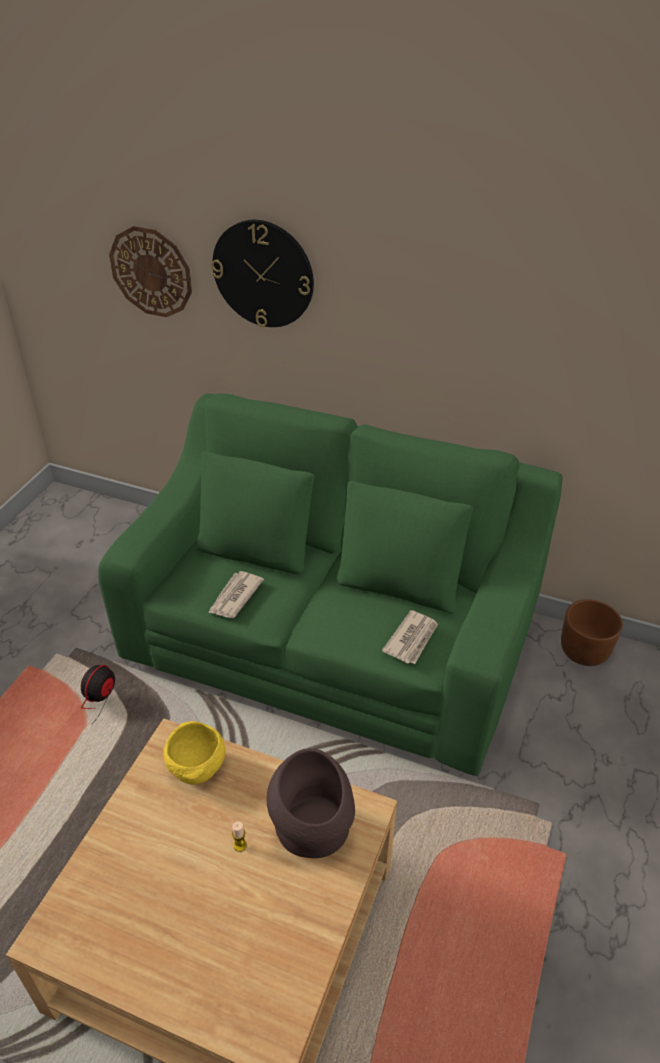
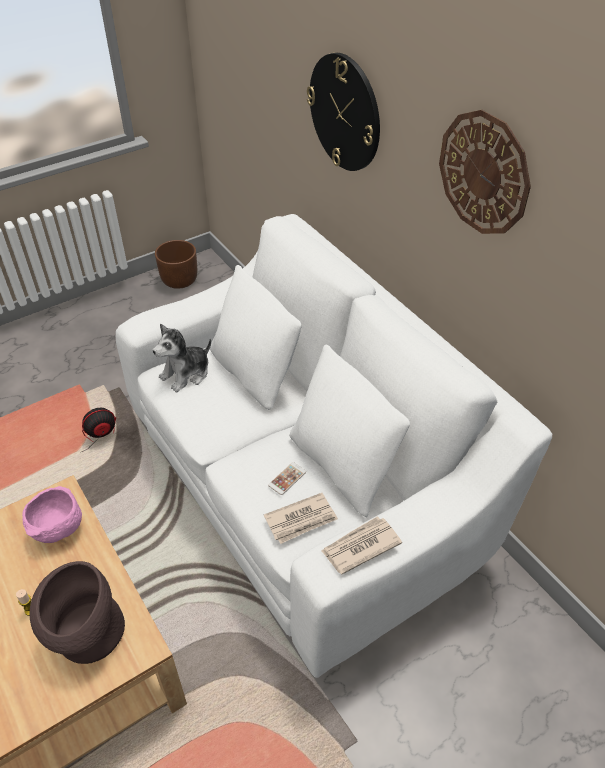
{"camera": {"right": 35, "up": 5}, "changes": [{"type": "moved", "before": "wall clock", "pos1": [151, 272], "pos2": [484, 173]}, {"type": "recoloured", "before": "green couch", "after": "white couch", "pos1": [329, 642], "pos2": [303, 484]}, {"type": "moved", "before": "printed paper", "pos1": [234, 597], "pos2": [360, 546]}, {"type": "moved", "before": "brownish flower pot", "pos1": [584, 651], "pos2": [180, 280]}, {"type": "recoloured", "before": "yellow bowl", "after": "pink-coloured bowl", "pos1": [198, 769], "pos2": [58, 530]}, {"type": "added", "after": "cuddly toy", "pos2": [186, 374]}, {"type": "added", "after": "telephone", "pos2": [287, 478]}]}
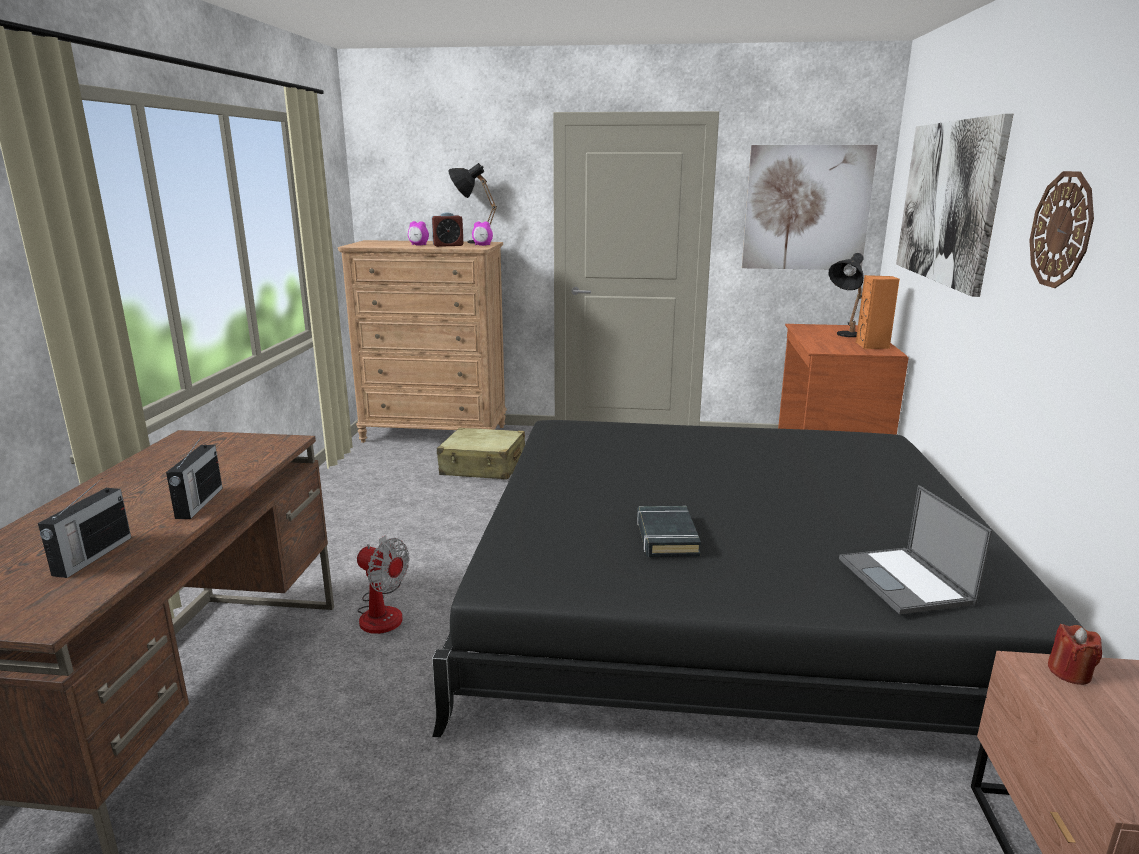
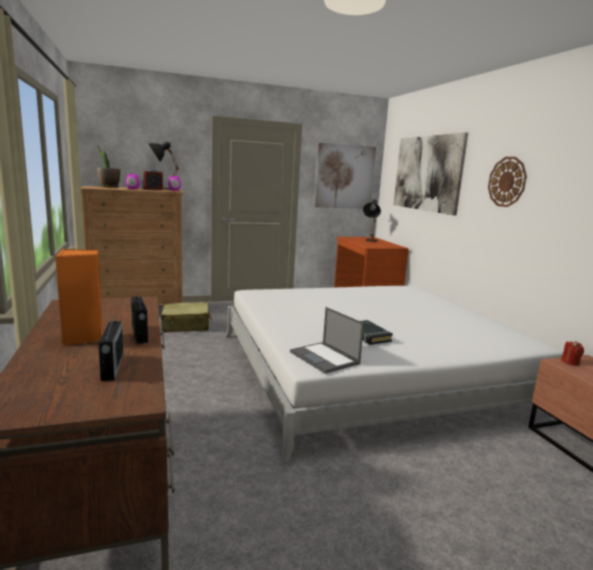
{"camera": {"right": -25, "up": -5}, "changes": [{"type": "moved", "before": "orange loudspeaker", "pos1": [872, 346], "pos2": [83, 338]}, {"type": "recoloured", "before": "blackish bedroom bed", "after": "white bedroom bed", "pos1": [724, 594], "pos2": [369, 370]}, {"type": "moved", "before": "notebook computer", "pos1": [906, 581], "pos2": [325, 358]}, {"type": "removed", "before": "electric fan", "pos1": [382, 611]}, {"type": "added", "after": "plant in a pot", "pos2": [109, 187]}]}
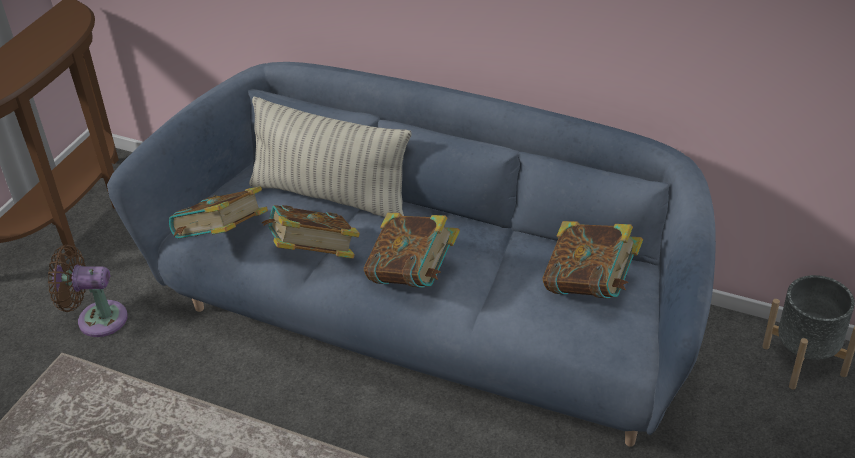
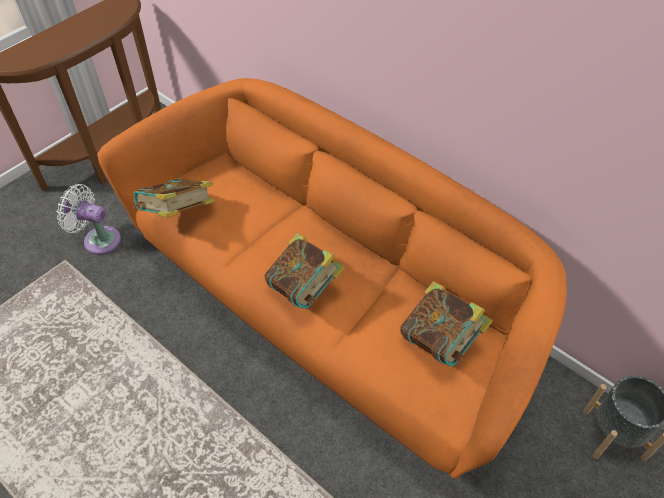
{"camera": {"right": 15, "up": 10}, "changes": [{"type": "recoloured", "before": "blue-coloured couch", "after": "orange couch", "pos1": [431, 319], "pos2": [330, 308]}, {"type": "removed", "before": "cushion", "pos1": [331, 197]}, {"type": "removed", "before": "bound book", "pos1": [314, 256]}, {"type": "recoloured", "before": "brownish electric fan", "after": "white electric fan", "pos1": [97, 319], "pos2": [98, 239]}]}
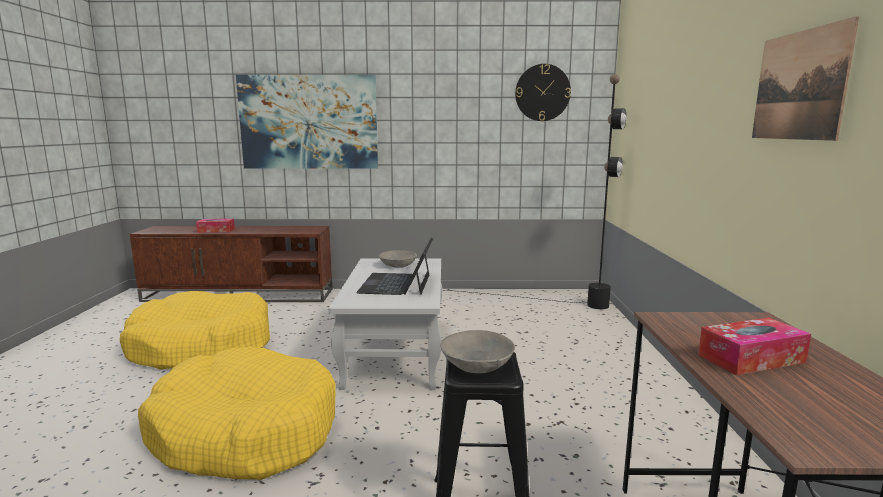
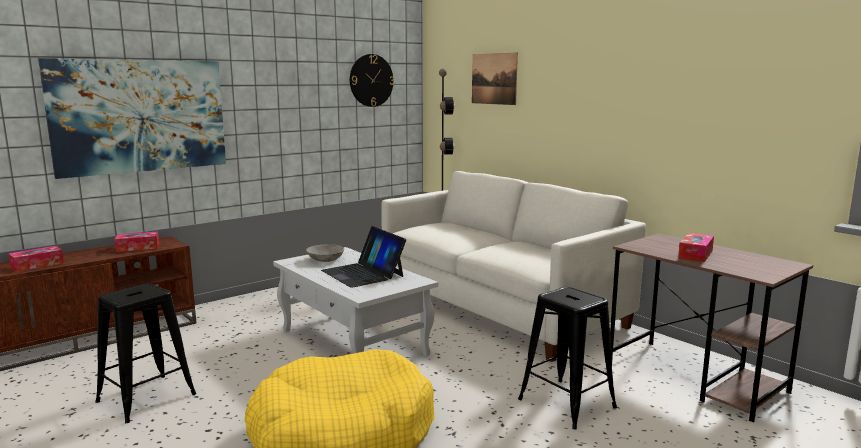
{"camera": {"right": -40, "up": 0}, "changes": [{"type": "moved", "before": "wall art", "pos1": [799, 85], "pos2": [494, 79]}, {"type": "replaced", "before": "yellow dog bed", "after": "blackish stool", "pos1": [202, 347], "pos2": [145, 398]}, {"type": "removed", "before": "grey bowl", "pos1": [476, 365]}, {"type": "added", "after": "white couch", "pos2": [499, 307]}, {"type": "added", "after": "box of tissues", "pos2": [138, 247]}]}
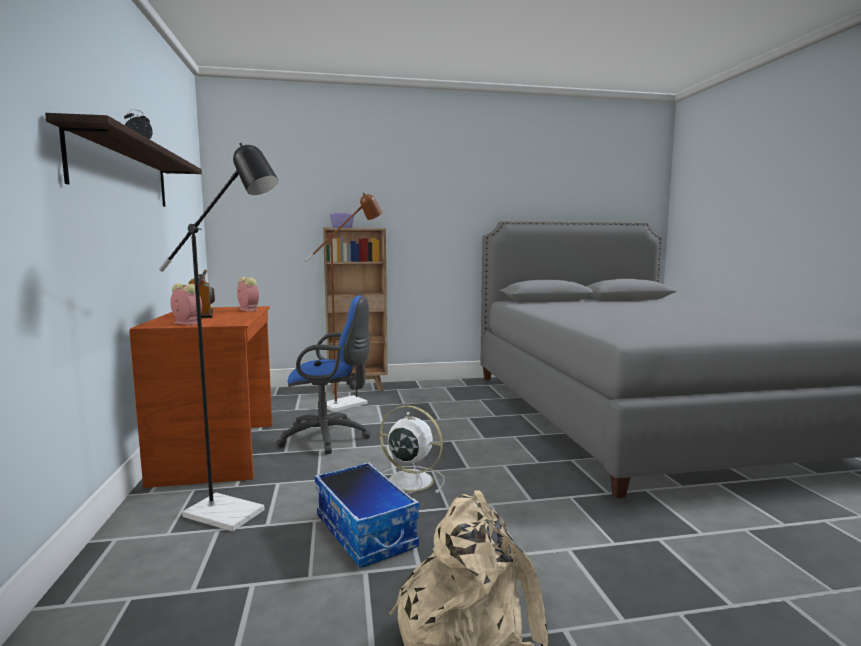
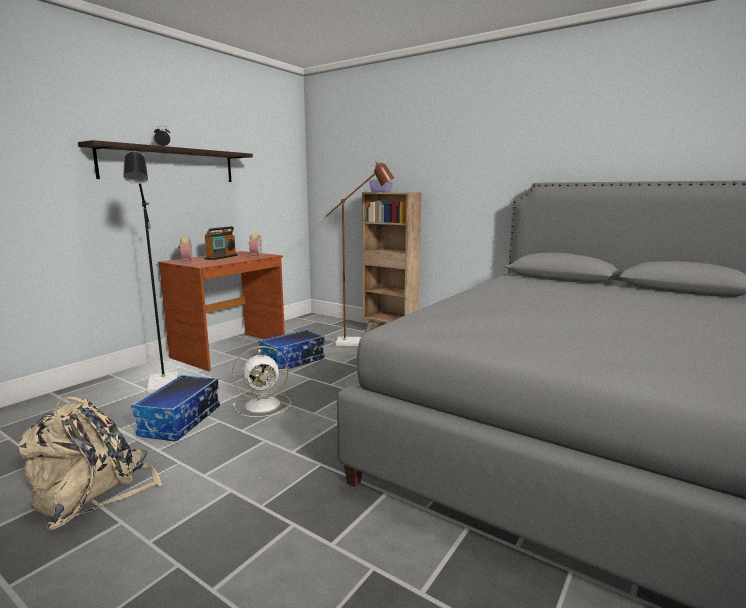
{"camera": {"right": 45, "up": 5}, "changes": [{"type": "replaced", "before": "blue-coloured computer chair", "after": "storage container", "pos1": [329, 437], "pos2": [293, 361]}, {"type": "turned", "before": "white electric fan", "pos1": [408, 480], "pos2": [264, 405], "turn": 90}]}
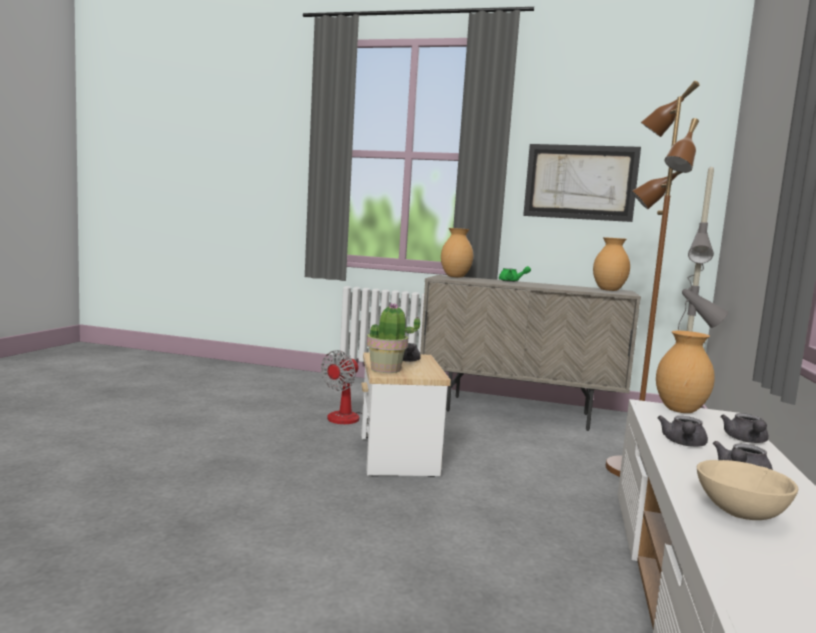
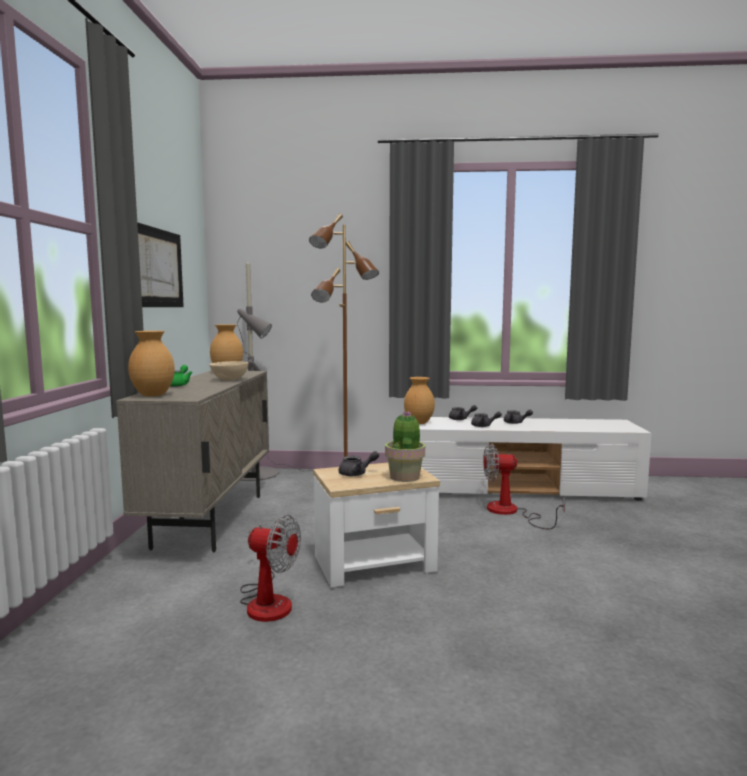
{"camera": {"right": -100, "up": 0}, "changes": [{"type": "moved", "before": "beige-coloured bowl", "pos1": [738, 514], "pos2": [229, 380]}, {"type": "added", "after": "electric fan", "pos2": [511, 512]}]}
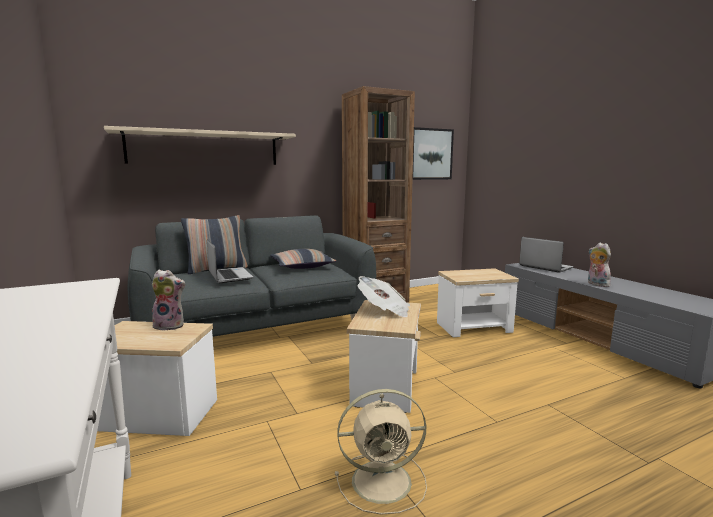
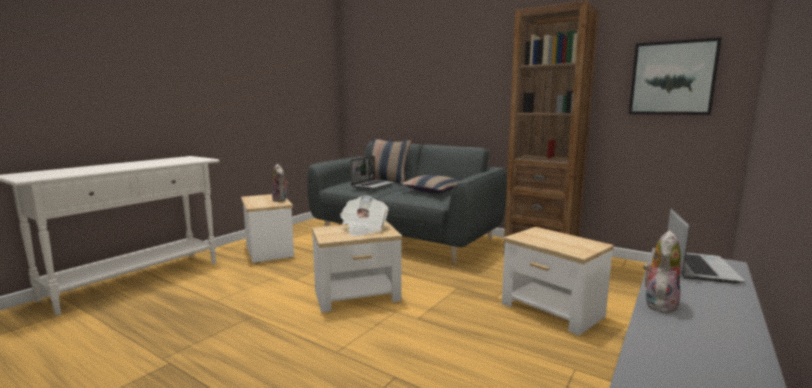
{"camera": {"right": 60, "up": 0}, "changes": [{"type": "removed", "before": "beige-coloured wall shelf", "pos1": [204, 148]}, {"type": "removed", "before": "beige-coloured electric fan", "pos1": [384, 481]}]}
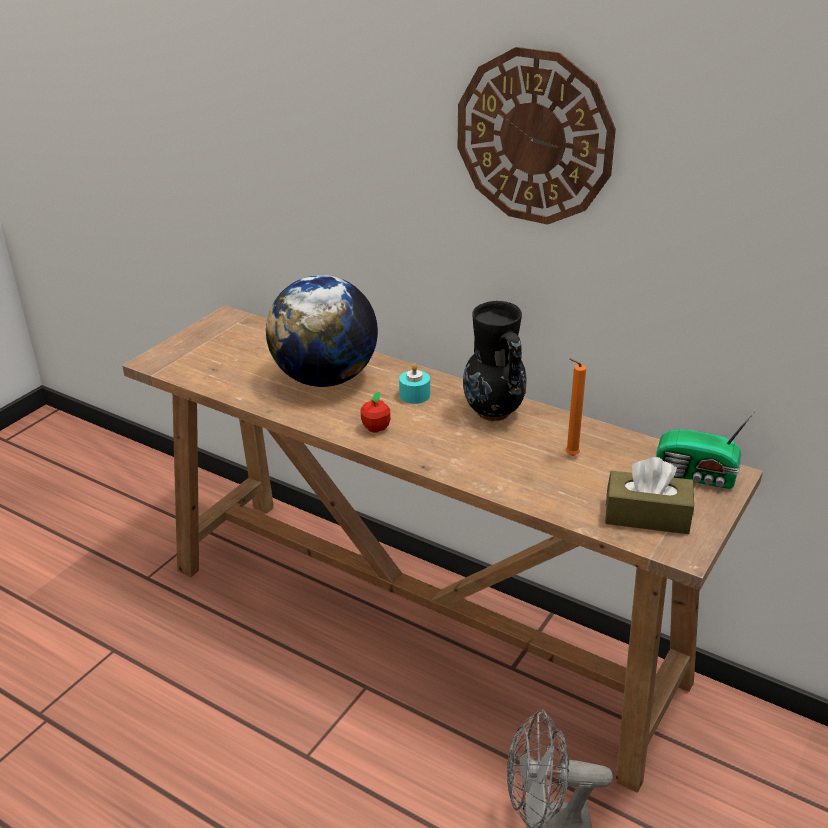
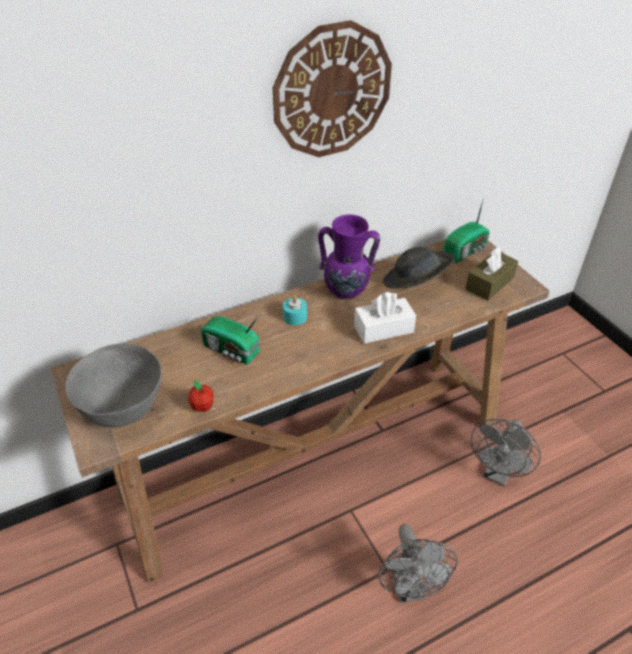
{"camera": {"right": -60, "up": 10}, "changes": [{"type": "replaced", "before": "desk globe", "after": "radio set", "pos1": [325, 379], "pos2": [232, 351]}, {"type": "recoloured", "before": "blackish flower vase", "after": "purple flower vase", "pos1": [493, 413], "pos2": [346, 293]}, {"type": "replaced", "before": "orange wax candle", "after": "grey clothing hat", "pos1": [569, 456], "pos2": [415, 284]}, {"type": "moved", "before": "apple", "pos1": [376, 428], "pos2": [202, 406]}, {"type": "added", "after": "white box of tissues", "pos2": [383, 329]}, {"type": "added", "after": "grey bowl", "pos2": [123, 410]}, {"type": "added", "after": "grey electric fan", "pos2": [409, 588]}]}
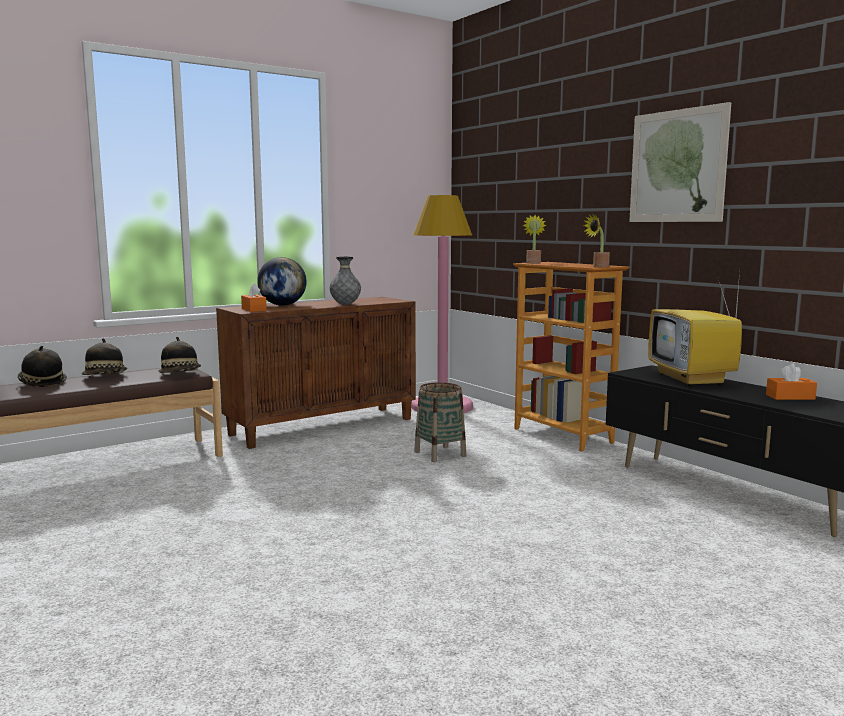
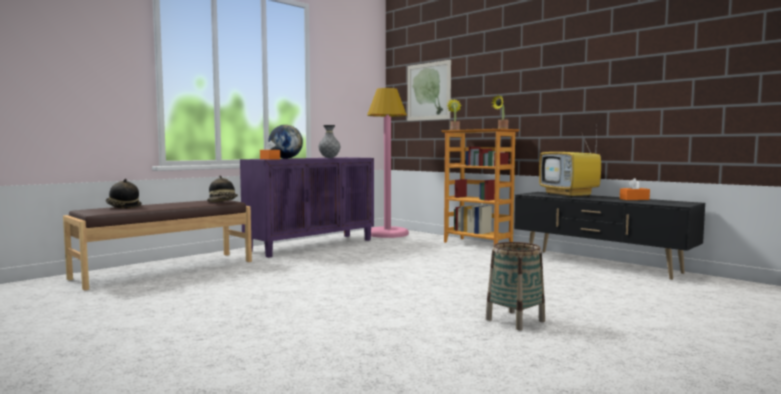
{"camera": {"right": -10, "up": -5}, "changes": [{"type": "moved", "before": "wall art", "pos1": [677, 166], "pos2": [428, 91]}, {"type": "recoloured", "before": "brownish cabinet", "after": "purple cabinet", "pos1": [323, 426], "pos2": [312, 245]}, {"type": "removed", "before": "clothing hat", "pos1": [105, 377]}, {"type": "moved", "before": "storage basket", "pos1": [440, 454], "pos2": [515, 320]}]}
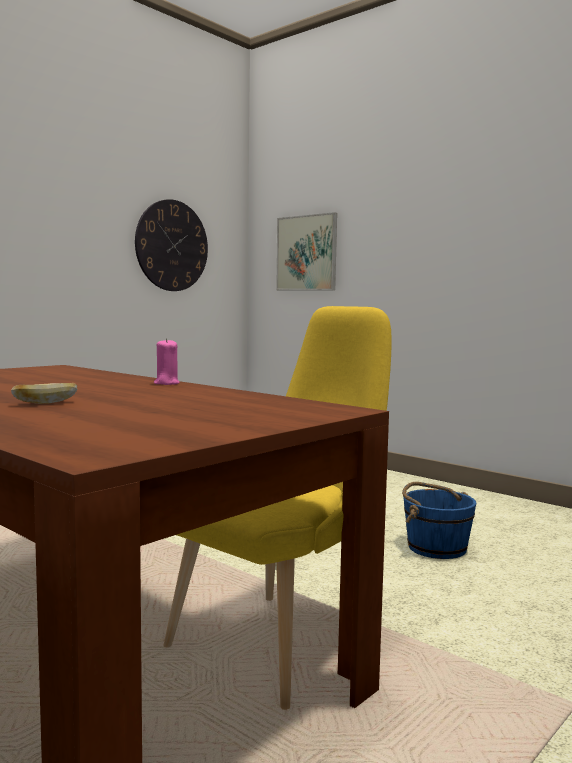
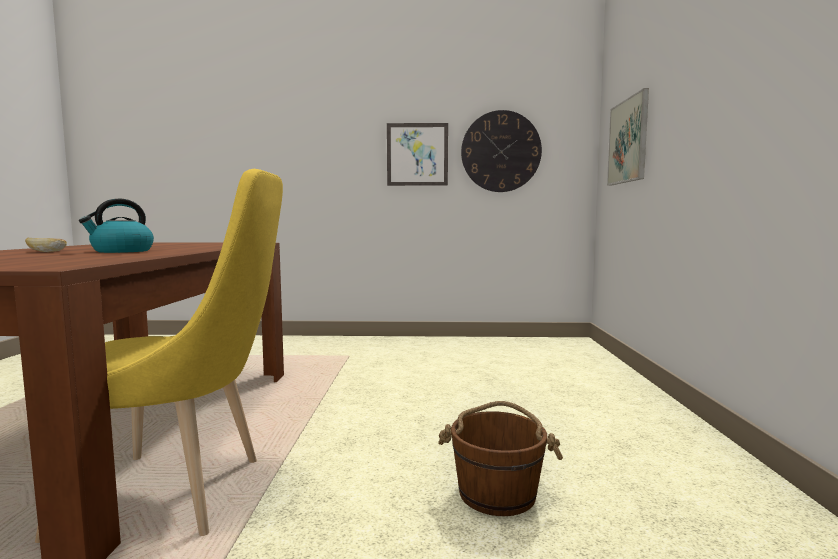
{"camera": {"right": 50, "up": 0}, "changes": [{"type": "removed", "before": "pink-coloured wax candle", "pos1": [166, 383]}, {"type": "recoloured", "before": "blue-coloured water bucket", "after": "brownish water bucket", "pos1": [436, 547], "pos2": [497, 492]}, {"type": "added", "after": "wall art", "pos2": [417, 154]}, {"type": "added", "after": "tea kettle", "pos2": [122, 251]}]}
